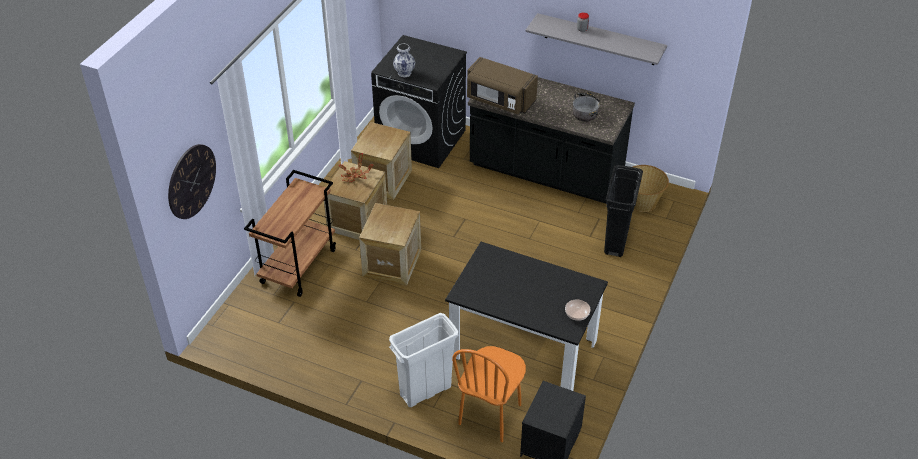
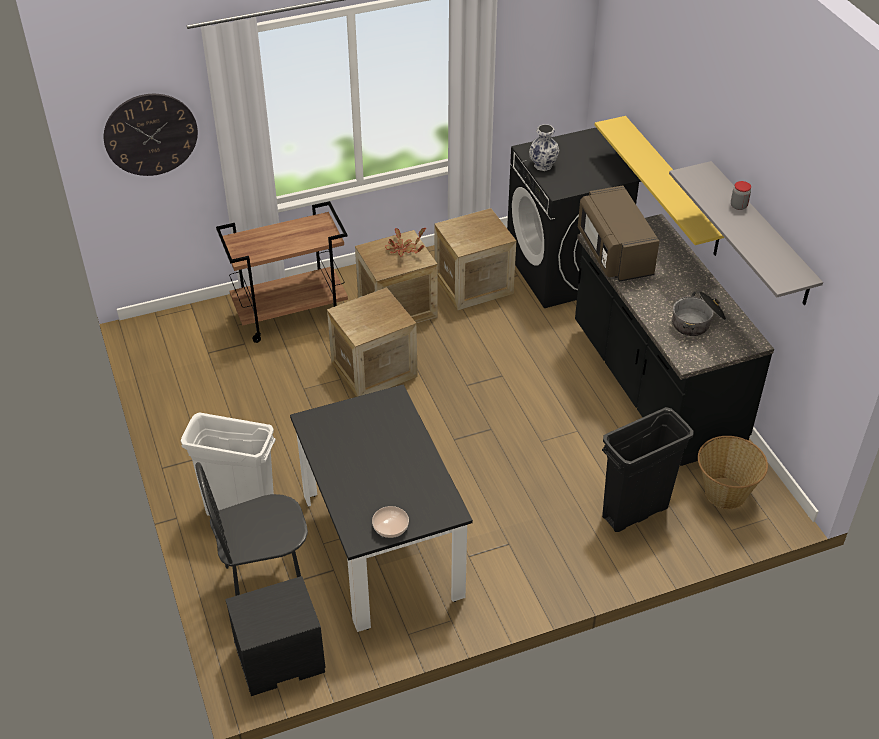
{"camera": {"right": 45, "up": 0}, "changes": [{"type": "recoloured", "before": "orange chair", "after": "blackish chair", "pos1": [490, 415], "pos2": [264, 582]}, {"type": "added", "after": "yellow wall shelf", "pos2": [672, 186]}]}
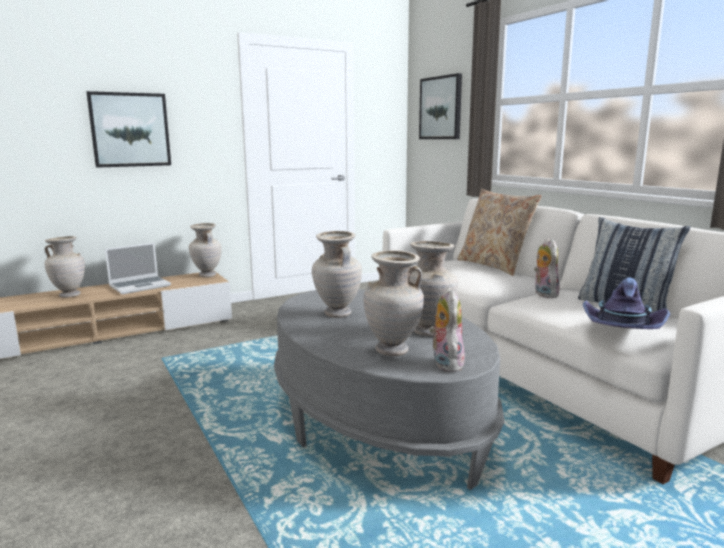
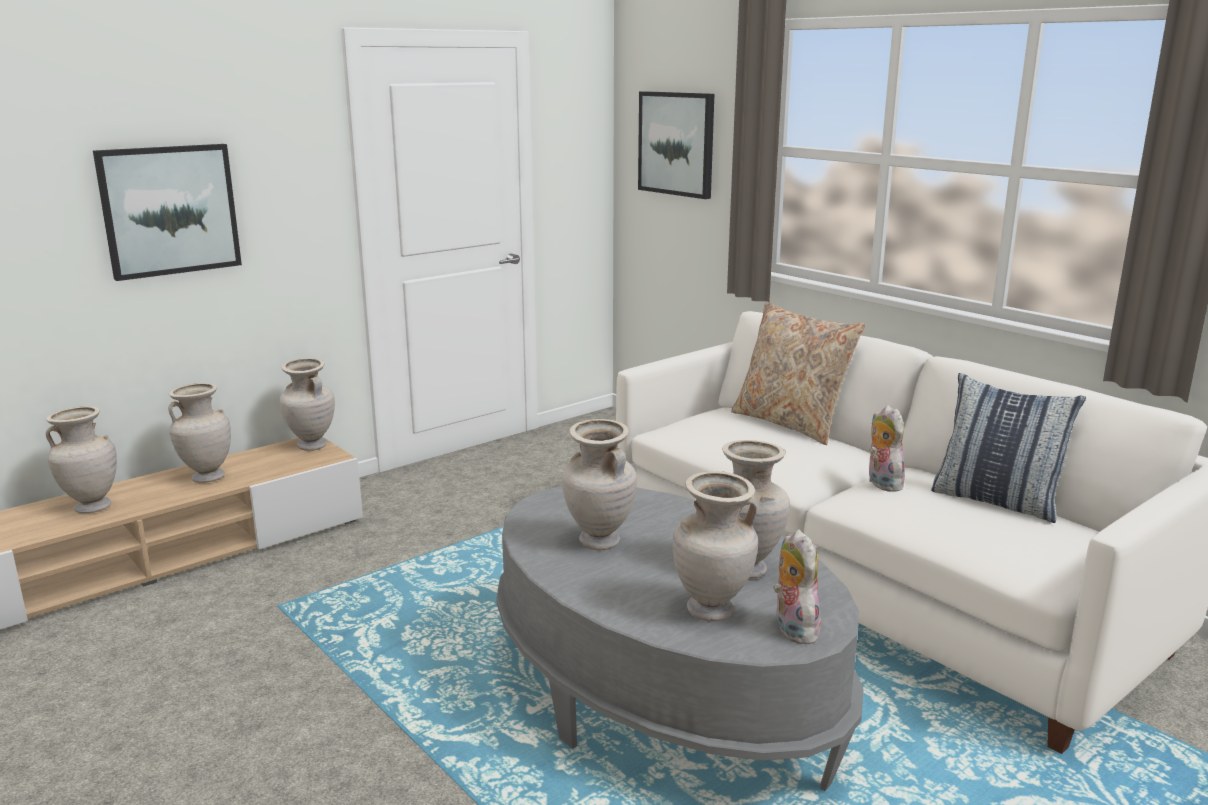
{"camera": {"right": -10, "up": 5}, "changes": [{"type": "replaced", "before": "notebook computer", "after": "beige-coloured flower vase", "pos1": [140, 286], "pos2": [207, 477]}, {"type": "removed", "before": "purple clothing hat", "pos1": [621, 329]}]}
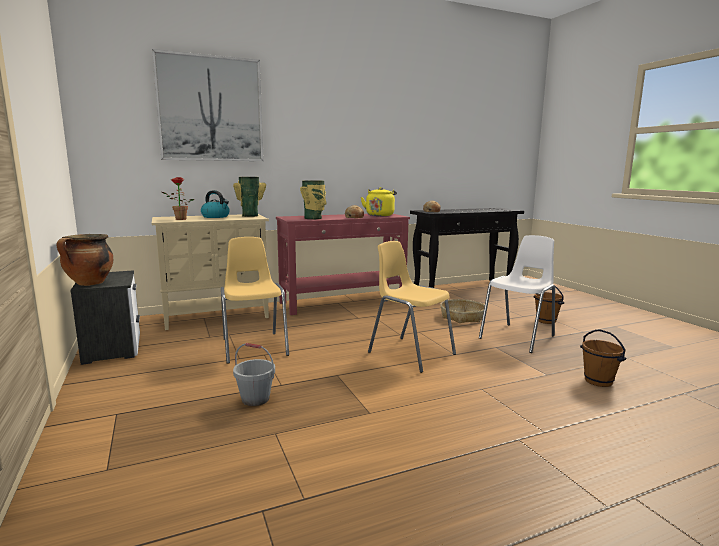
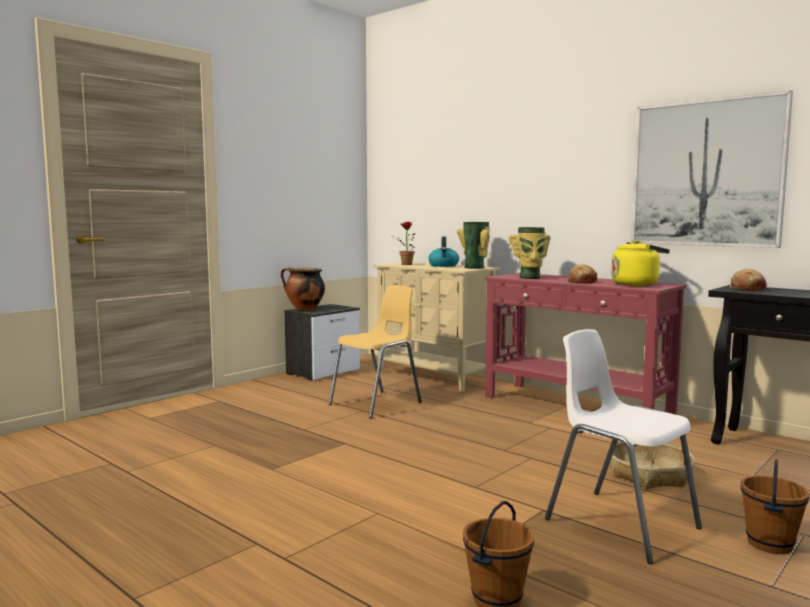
{"camera": {"right": 65, "up": -5}, "changes": [{"type": "moved", "before": "wall art", "pos1": [210, 109], "pos2": [706, 173]}, {"type": "turned", "before": "white chair", "pos1": [518, 337], "pos2": [620, 523], "turn": -150}, {"type": "removed", "before": "yellow chair", "pos1": [410, 353]}, {"type": "removed", "before": "grey water bucket", "pos1": [255, 399]}]}
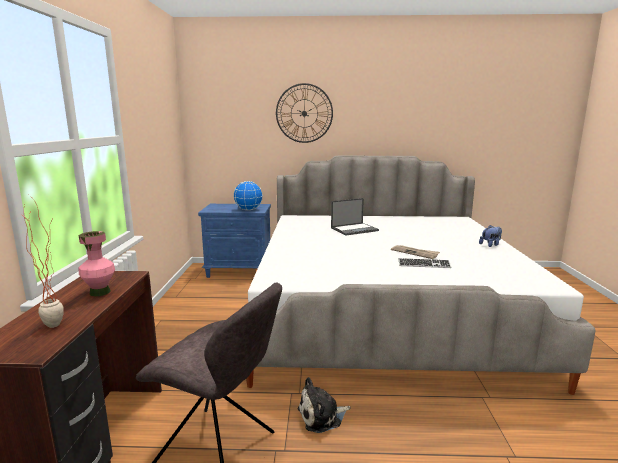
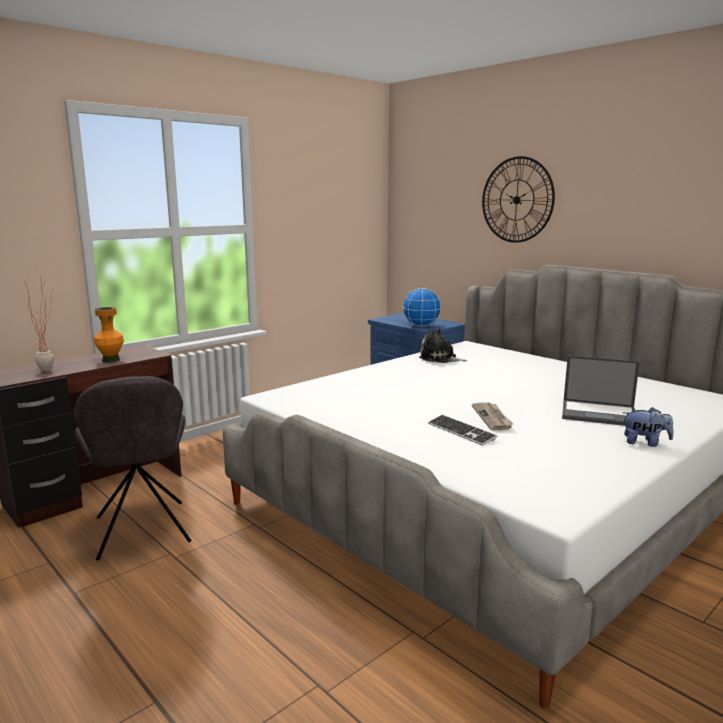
{"camera": {"right": 45, "up": 0}, "changes": [{"type": "moved", "before": "notebook computer", "pos1": [354, 229], "pos2": [599, 413]}, {"type": "recoloured", "before": "pink-coloured flower vase", "after": "orange flower vase", "pos1": [99, 292], "pos2": [111, 360]}, {"type": "moved", "before": "cuddly toy", "pos1": [322, 416], "pos2": [440, 358]}]}
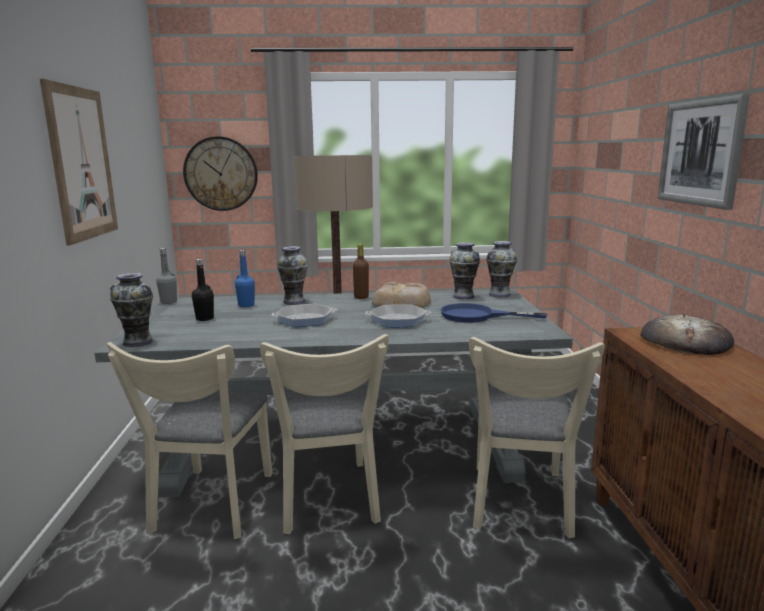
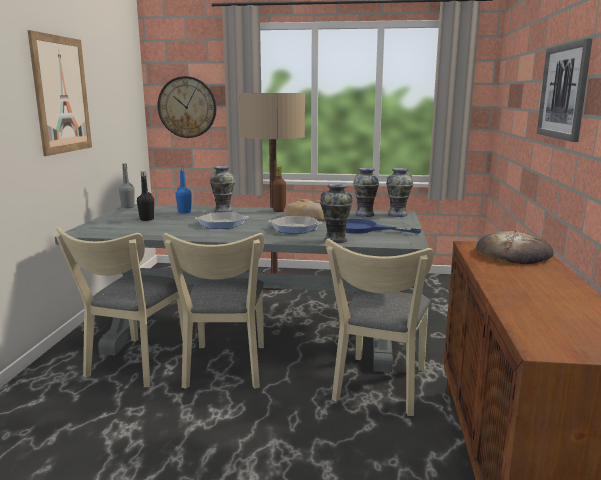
{"camera": {"right": 10, "up": 0}, "changes": [{"type": "moved", "before": "flower vase", "pos1": [137, 342], "pos2": [335, 240]}]}
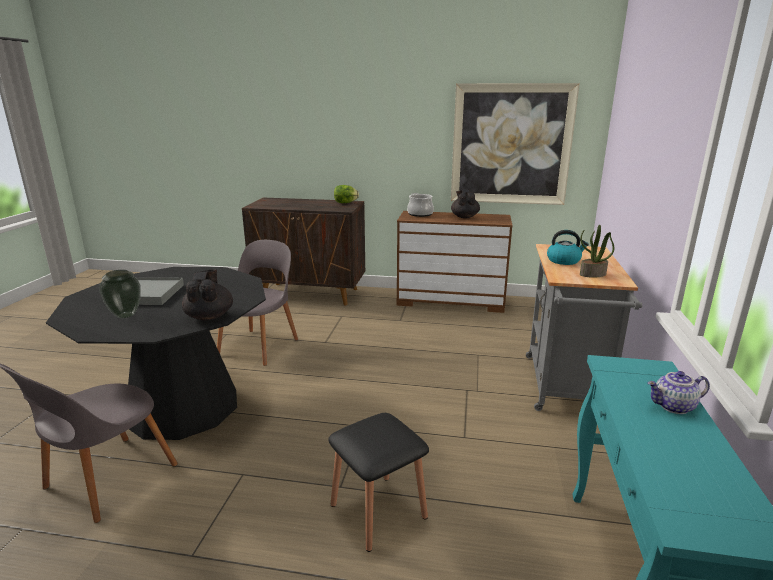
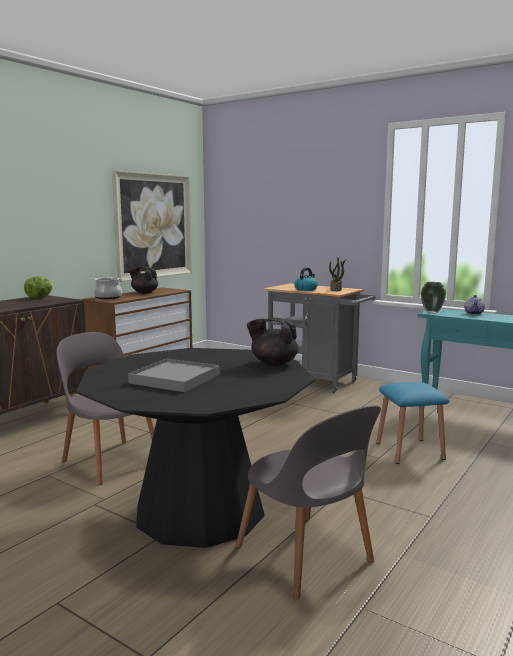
{"camera": {"right": -65, "up": -10}, "changes": [{"type": "moved", "before": "flower vase", "pos1": [125, 316], "pos2": [432, 312]}, {"type": "recoloured", "before": "blackish stool", "after": "blue-coloured stool", "pos1": [378, 511], "pos2": [409, 451]}]}
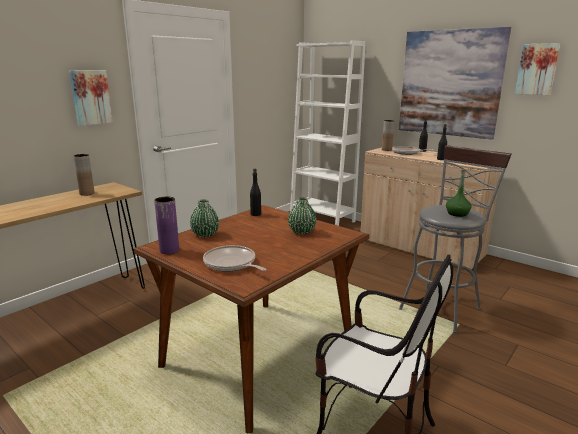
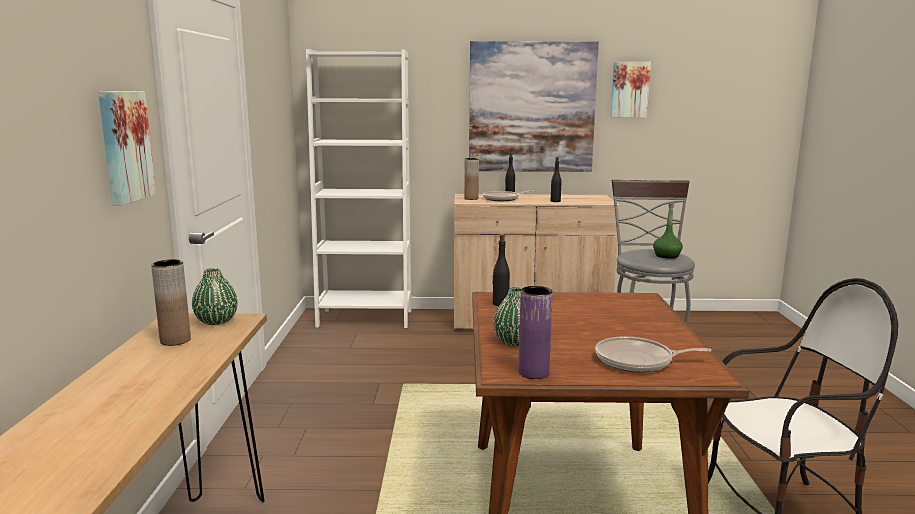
{"camera": {"right": -40, "up": -5}, "changes": [{"type": "moved", "before": "green flower vase", "pos1": [302, 231], "pos2": [216, 321]}]}
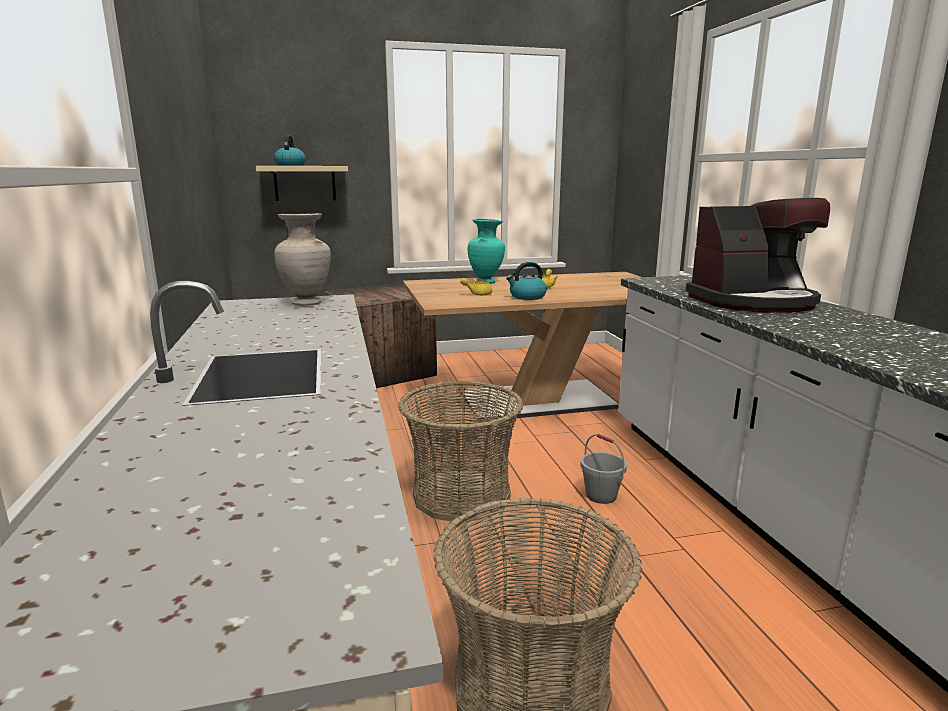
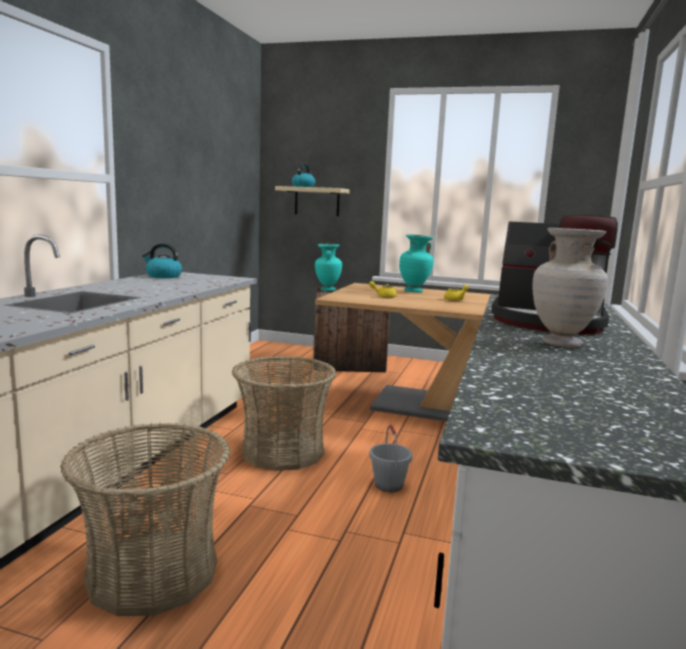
{"camera": {"right": 30, "up": -5}, "changes": [{"type": "moved", "before": "beige-coloured flower vase", "pos1": [307, 303], "pos2": [562, 344]}, {"type": "moved", "before": "tea kettle", "pos1": [527, 297], "pos2": [163, 276]}, {"type": "added", "after": "blue-green flower vase", "pos2": [327, 290]}]}
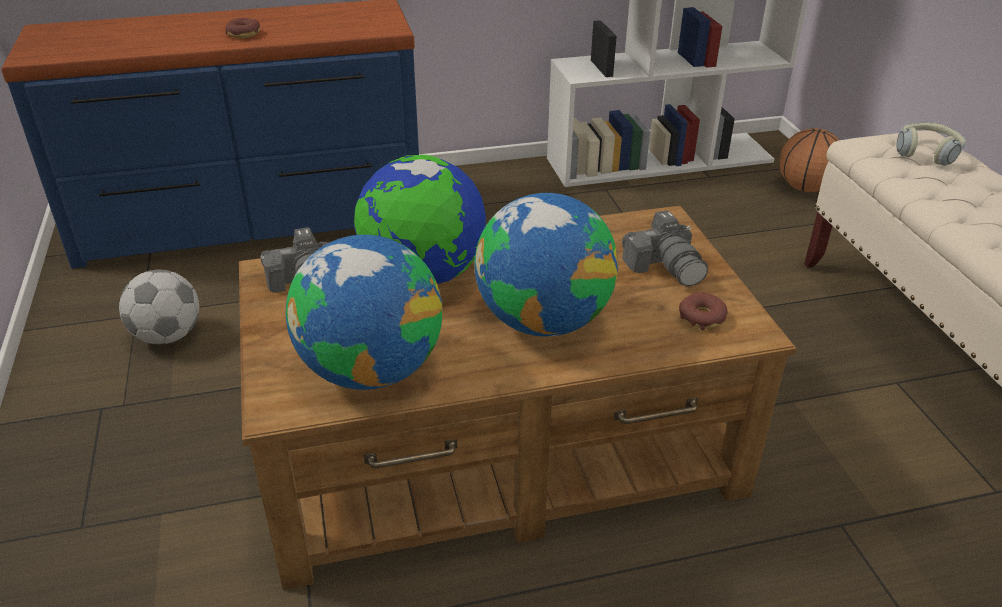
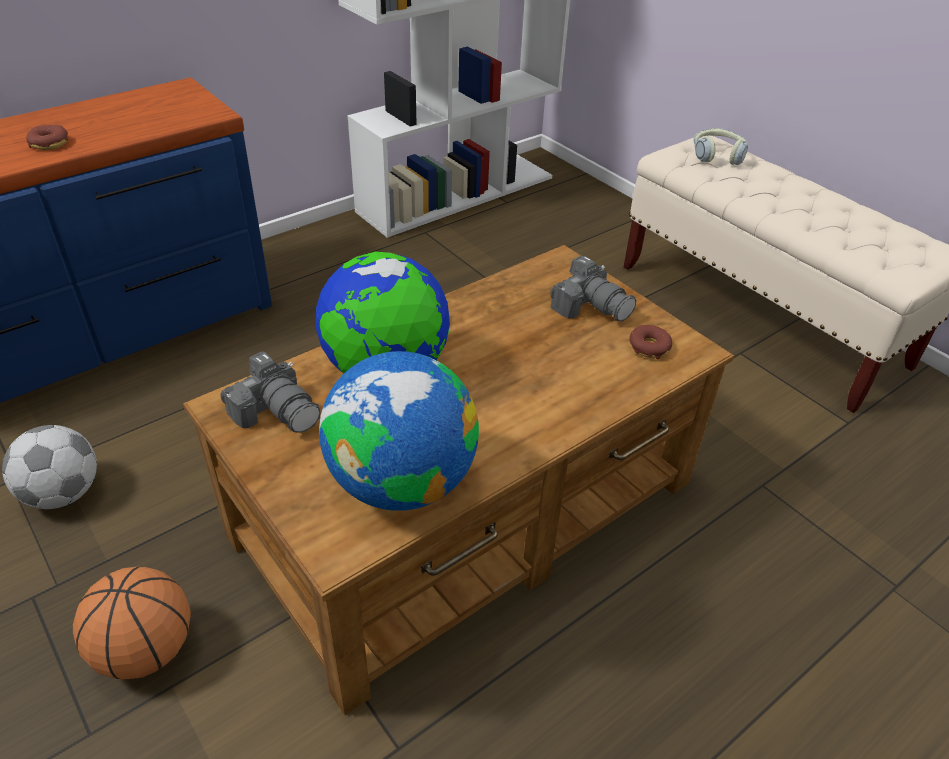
{"camera": {"right": -25, "up": 5}, "changes": [{"type": "moved", "before": "ball for basketball", "pos1": [805, 188], "pos2": [146, 650]}, {"type": "removed", "before": "desk globe", "pos1": [543, 321]}]}
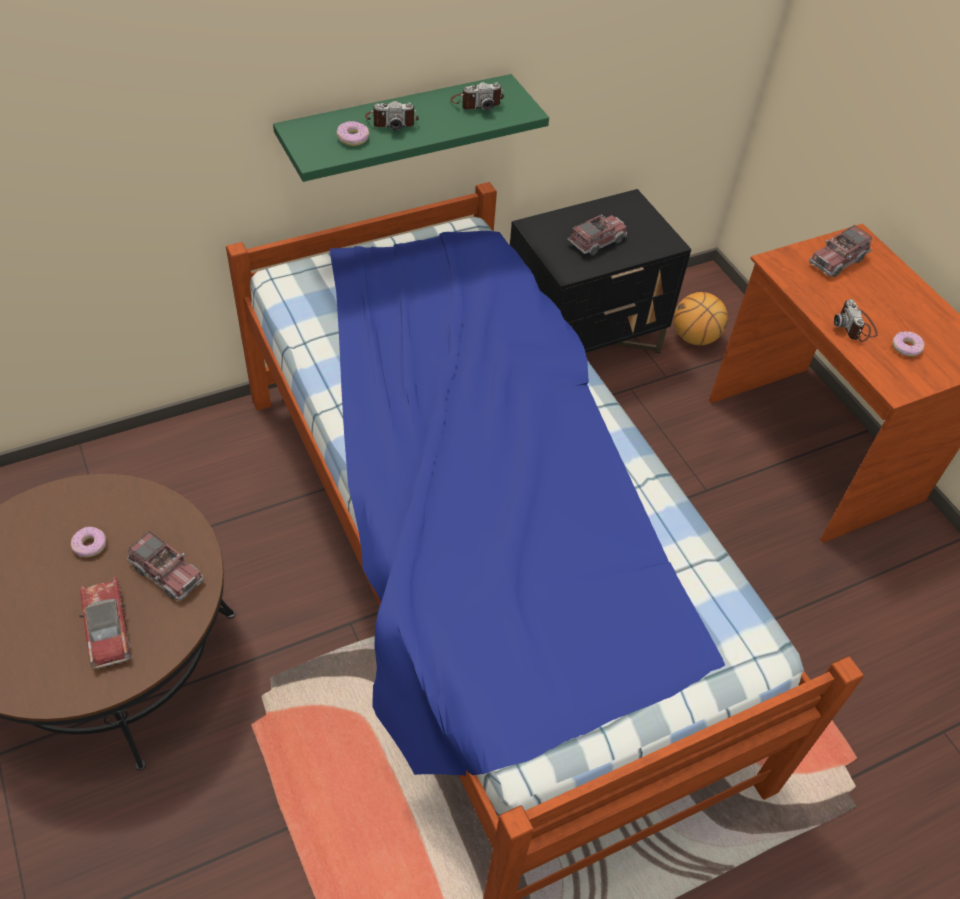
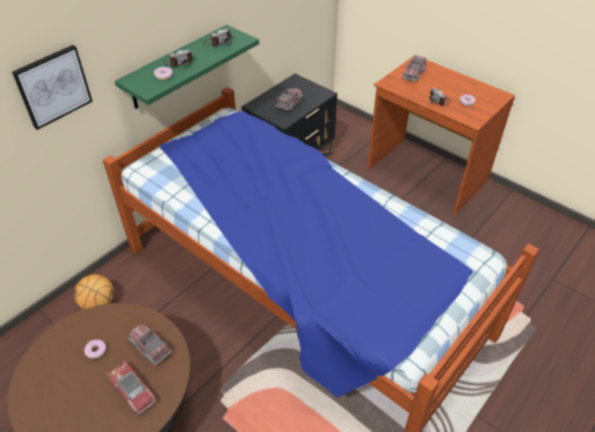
{"camera": {"right": -20, "up": -5}, "changes": [{"type": "moved", "before": "ball for basketball", "pos1": [694, 338], "pos2": [98, 304]}, {"type": "turned", "before": "toy truck", "pos1": [167, 573], "pos2": [150, 347], "turn": -150}, {"type": "added", "after": "wall art", "pos2": [53, 86]}]}
